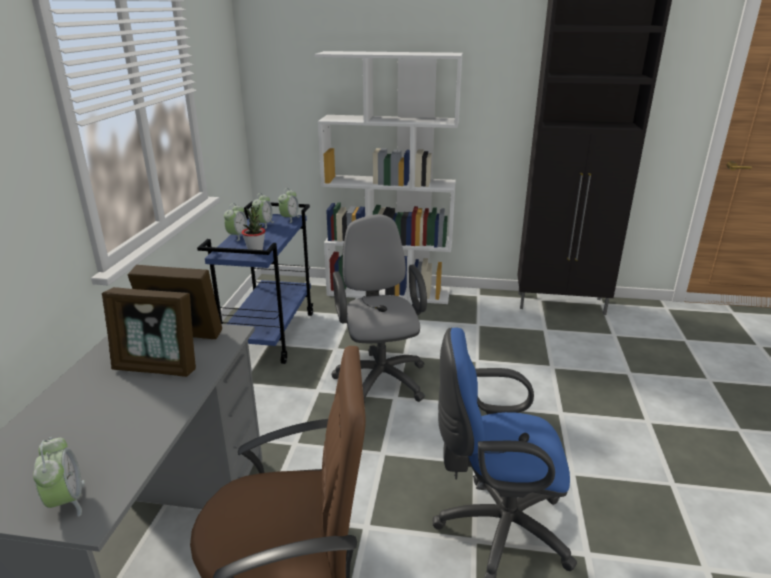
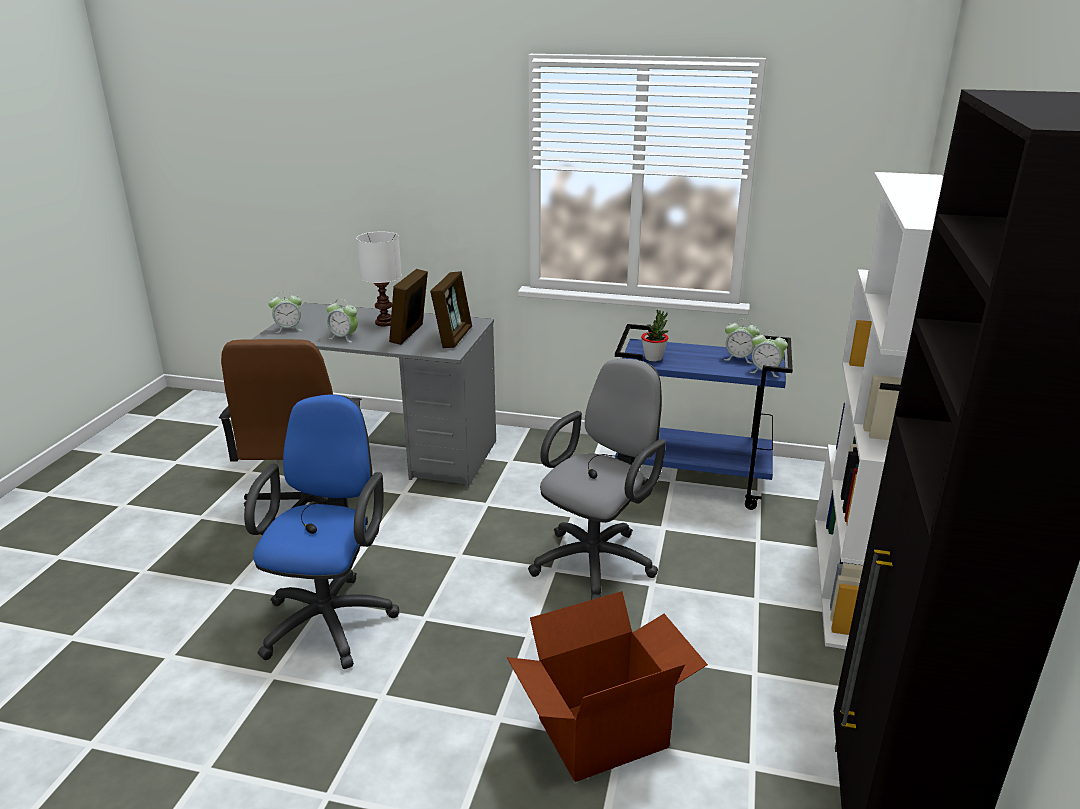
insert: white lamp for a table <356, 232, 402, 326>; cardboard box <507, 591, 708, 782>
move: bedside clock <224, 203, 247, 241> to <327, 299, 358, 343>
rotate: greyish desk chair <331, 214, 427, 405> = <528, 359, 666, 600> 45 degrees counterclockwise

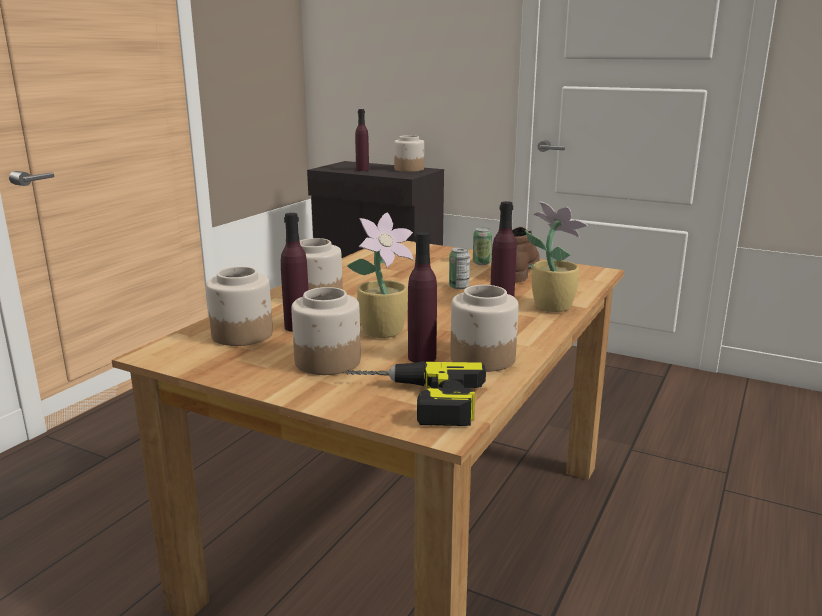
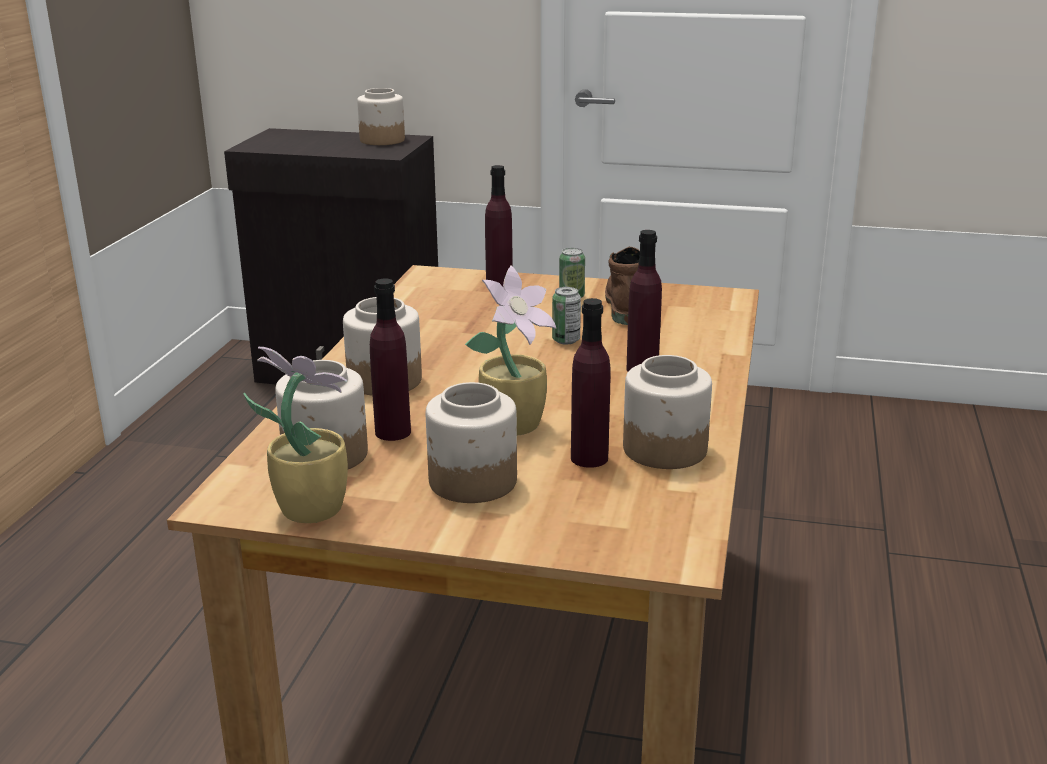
delete: electric drill <346, 361, 486, 426>
move: purplish bottle <355, 109, 369, 171> to <485, 165, 513, 287>; houseplant <525, 201, 588, 312> to <244, 347, 348, 523>

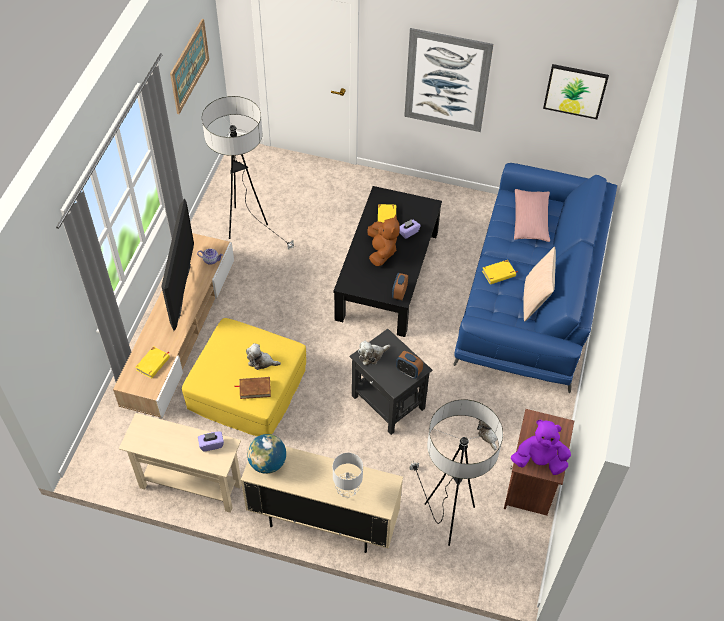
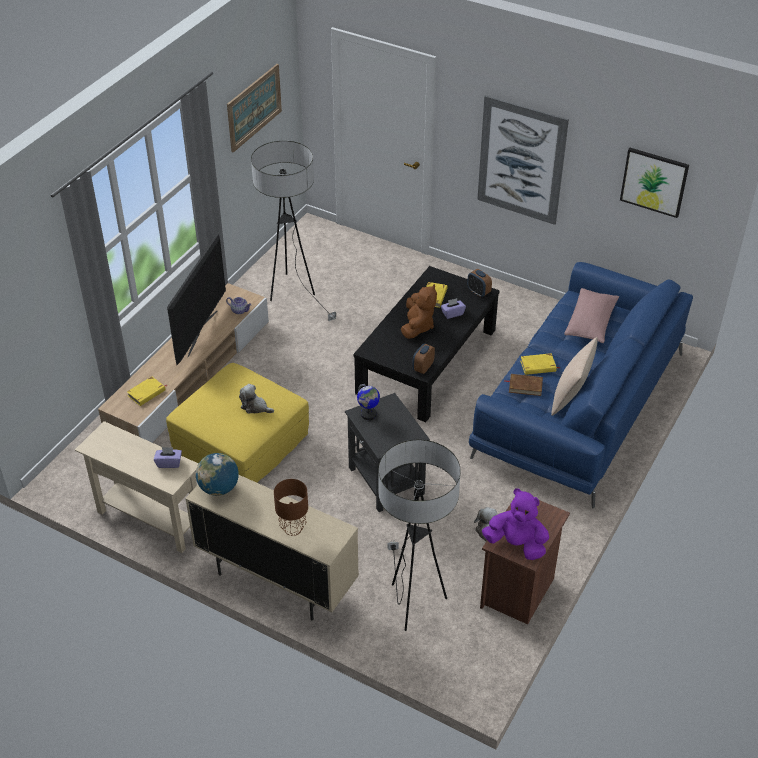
move: brown volume <235, 377, 271, 399> to <504, 374, 543, 396>; bedside clock <396, 351, 423, 379> to <467, 269, 492, 297>
replace: plush toy <358, 341, 390, 365> to globe <357, 384, 380, 420>
recolor: greyish lamp for a table <333, 453, 363, 498> to brown lamp for a table <274, 479, 308, 536>

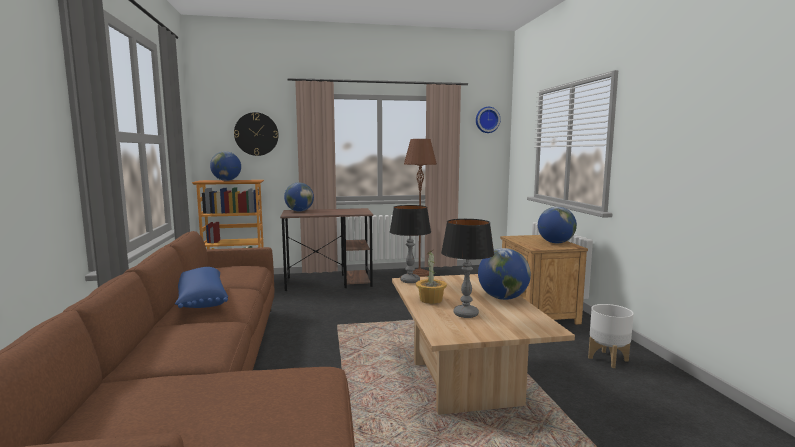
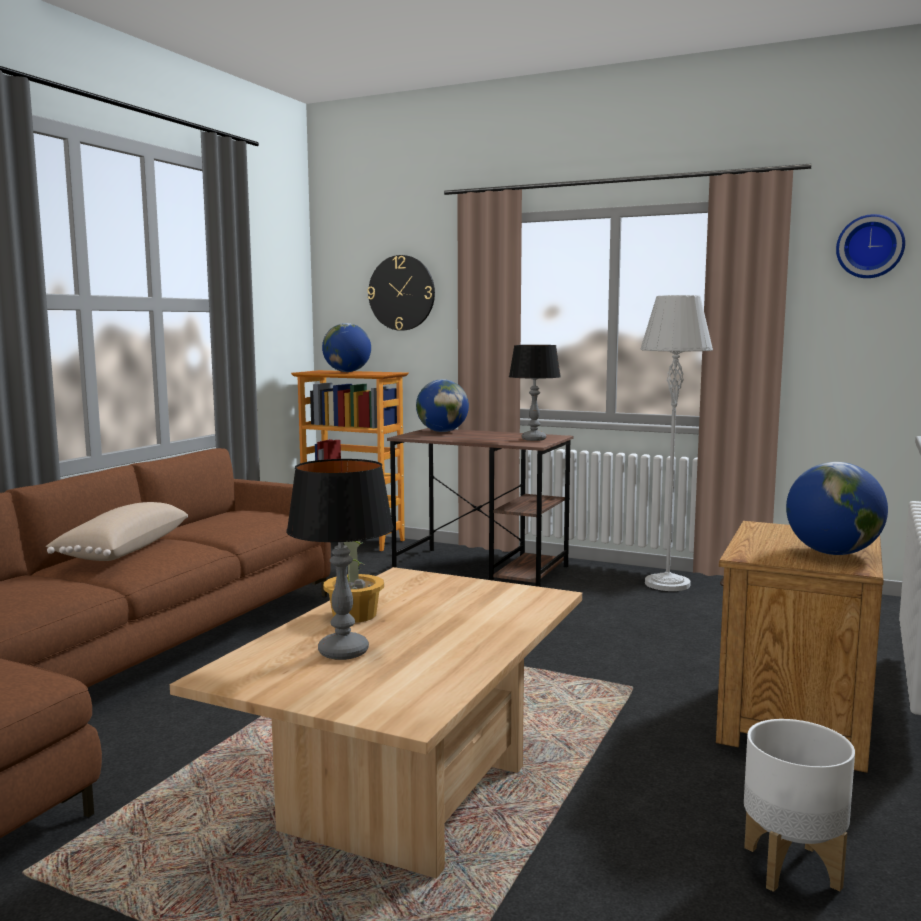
delete: globe <478, 248, 531, 300>
move: lamp for a table <390, 205, 431, 283> to <509, 345, 561, 441>
recolor: blue pillow <175, 267, 228, 308> to sand-coloured pillow <46, 502, 188, 561>; brown standard lamp <404, 139, 437, 277> to greyish standard lamp <641, 295, 713, 591>

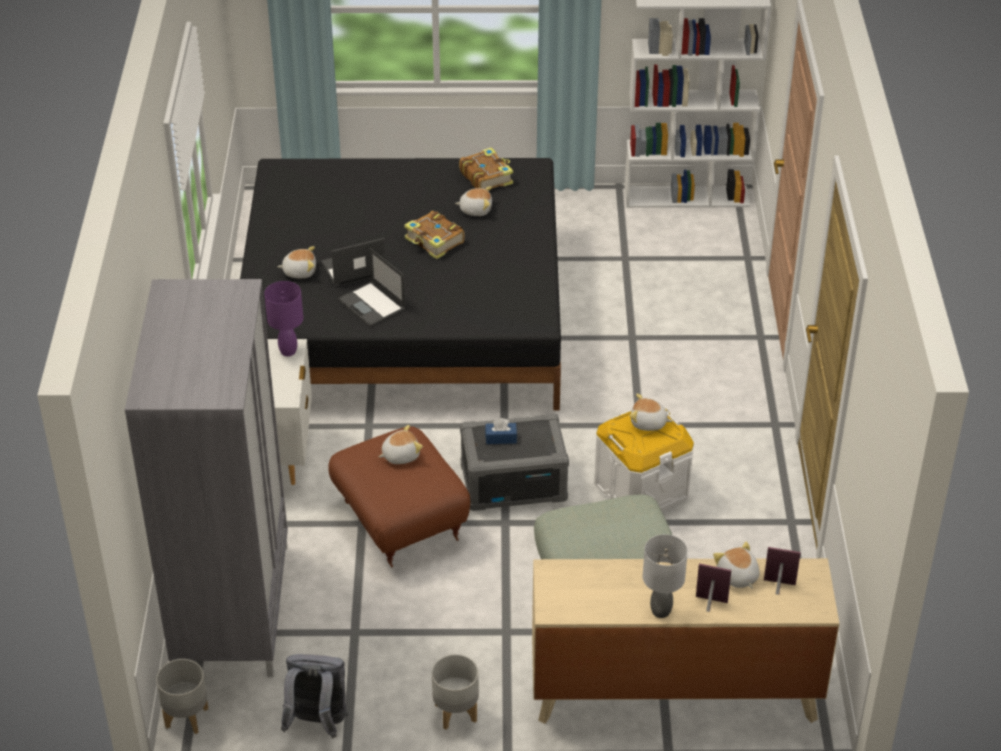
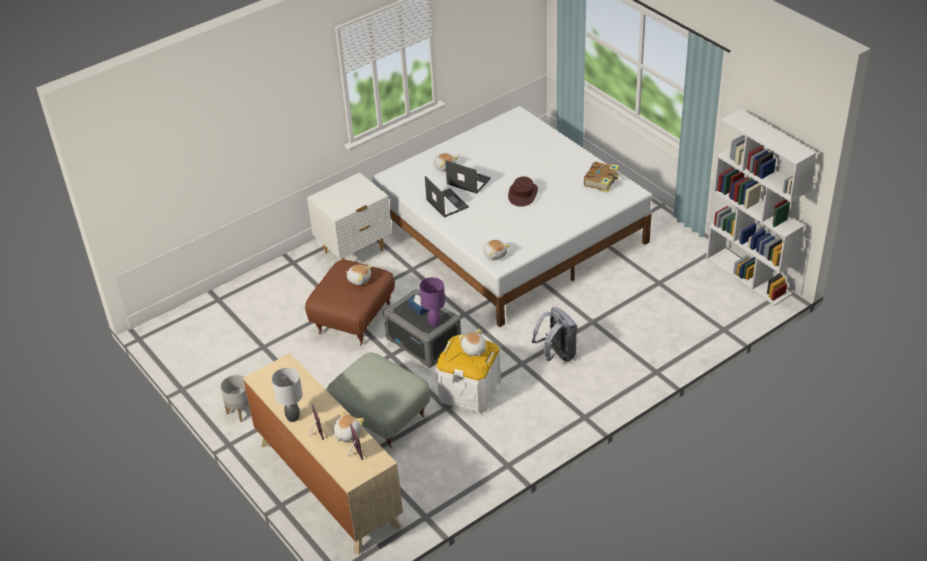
delete: greyish armoire <125, 279, 288, 677>; greyish flower pot <156, 659, 208, 734>
move: purplish lamp for a table <264, 281, 303, 356> to <420, 277, 445, 327>; greyish rucksack <281, 654, 348, 739> to <532, 307, 578, 362>; plush toy <455, 186, 492, 216> to <483, 240, 510, 260>
replace: volume <404, 211, 465, 259> to brown wearable hat <508, 177, 538, 207>
recolor: black-coloured bedroom bed <240, 158, 561, 410> to white bedroom bed <372, 106, 652, 328>
rotate: laptop <338, 248, 406, 327> = <425, 176, 469, 218> 135 degrees clockwise

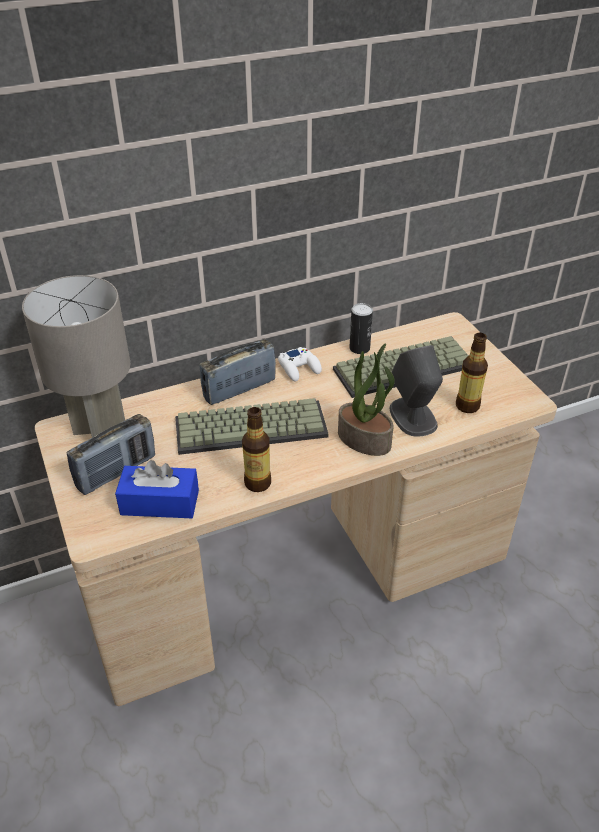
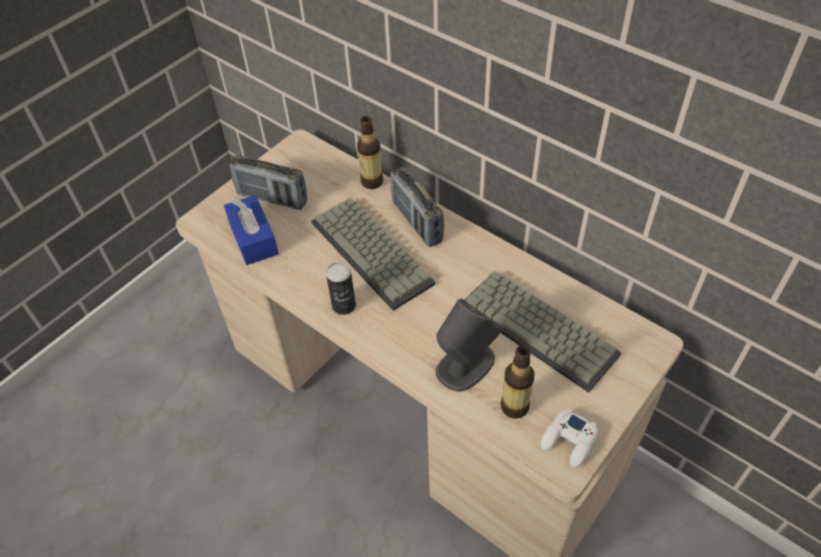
delete: greyish lamp for a table <22, 275, 130, 437>; houseplant <338, 344, 395, 456>
move: bottle <242, 407, 271, 492> to <357, 116, 383, 189>; white game controller <278, 347, 322, 382> to <541, 409, 598, 468>; sealed can <349, 303, 373, 354> to <326, 262, 356, 315>
rotate: radio receiver <200, 339, 276, 405> = <390, 167, 444, 247> 150 degrees counterclockwise

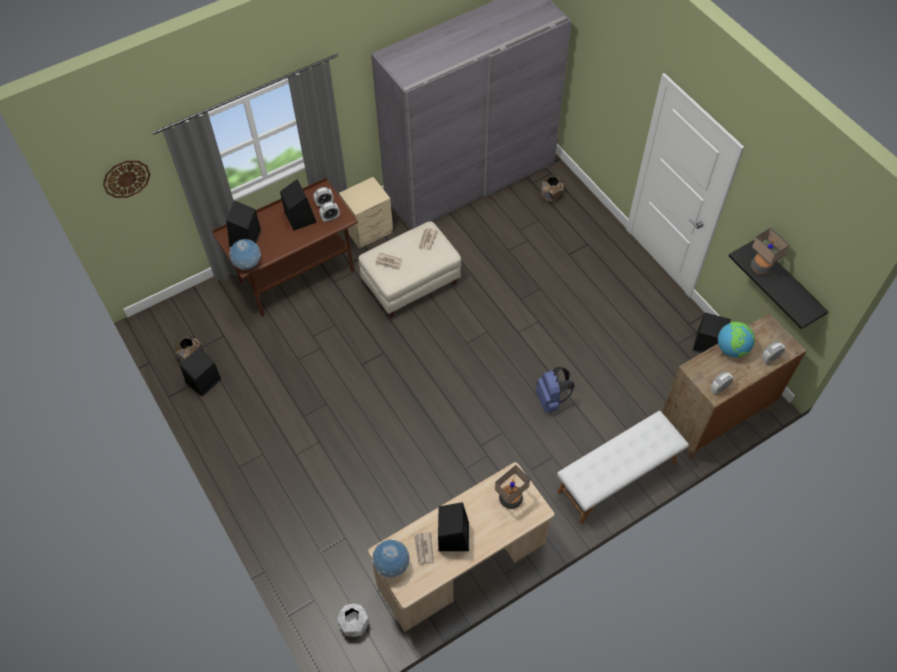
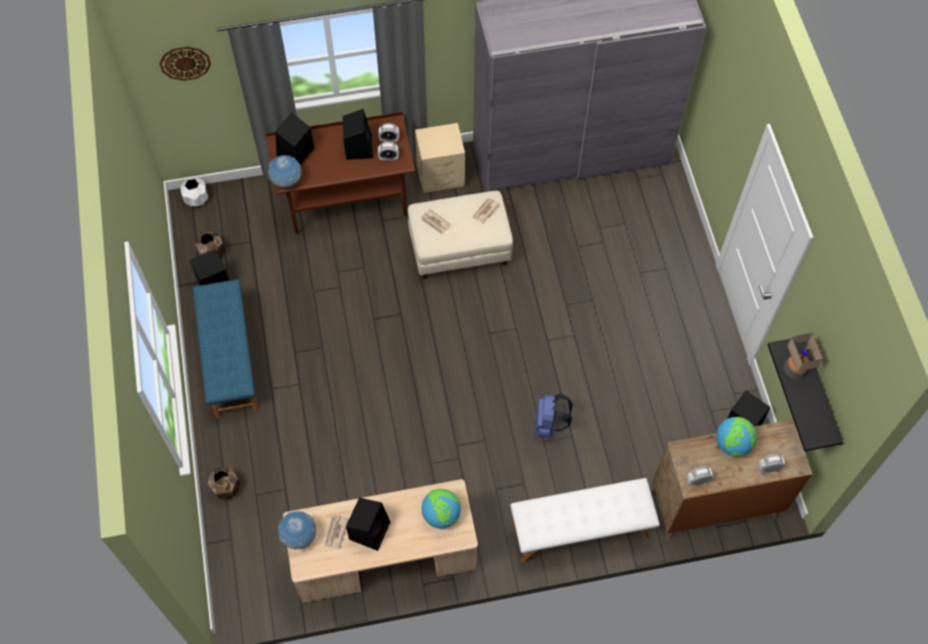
insert: blue bench <193, 279, 258, 418>
move: white flower pot <337, 603, 369, 637> to <180, 178, 208, 207>; brown flower pot <541, 177, 564, 201> to <208, 467, 240, 500>
replace: lamp for a table <495, 465, 530, 509> to globe <421, 488, 461, 528>

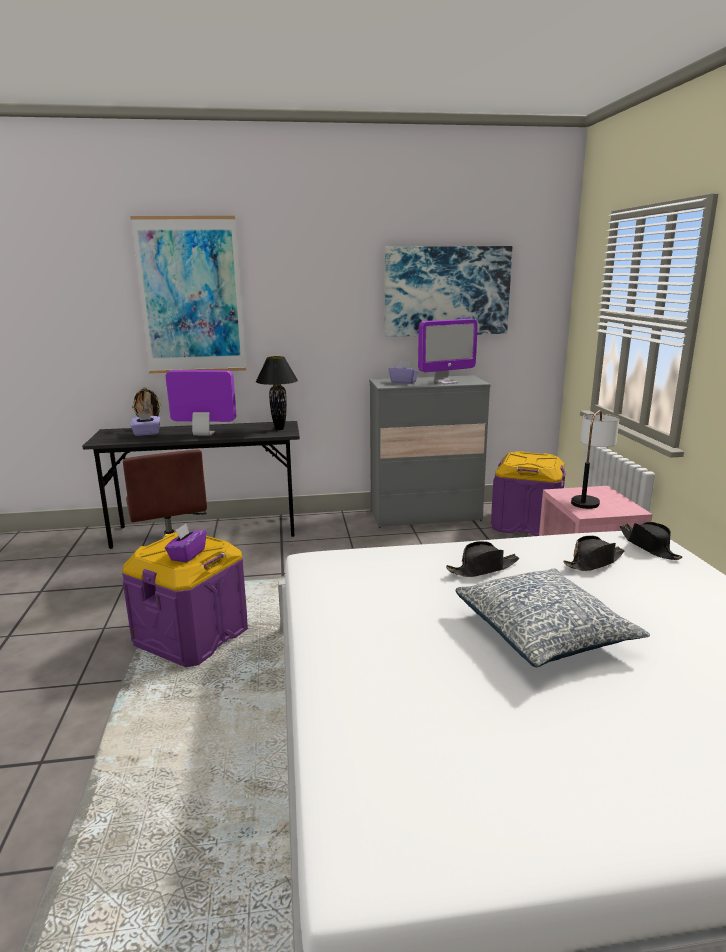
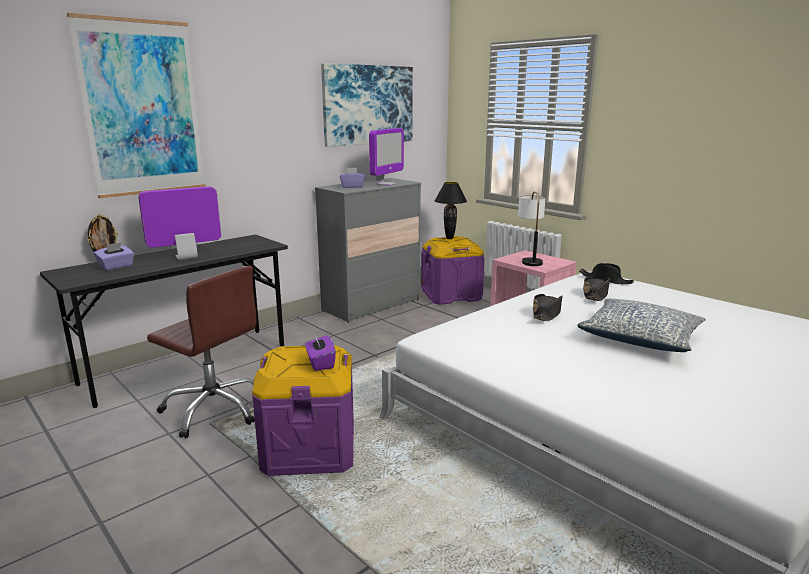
move: black-coloured lamp for a table <256, 356, 298, 430> to <435, 182, 467, 239>

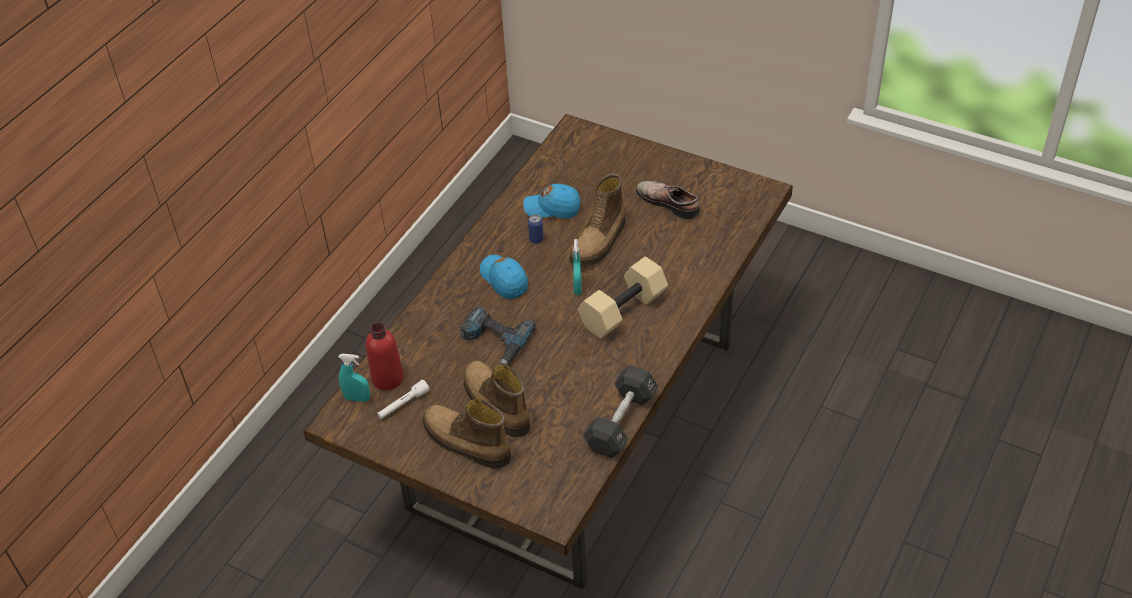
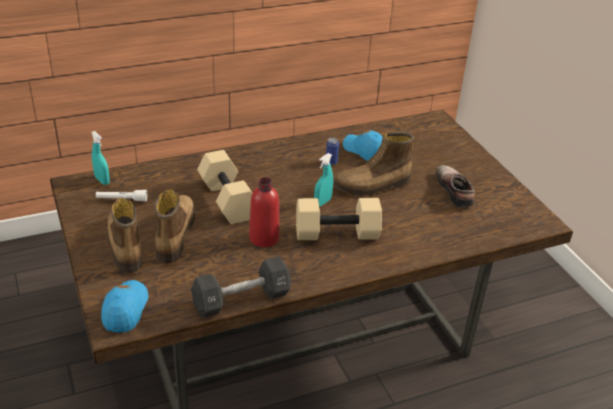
move: reddish bottle <366, 322, 404, 390> to <249, 177, 280, 247>; blue peaked cap <480, 255, 528, 299> to <101, 280, 149, 333>
replace: electric drill <459, 306, 536, 365> to sand-coloured hand weight <197, 150, 252, 224>

